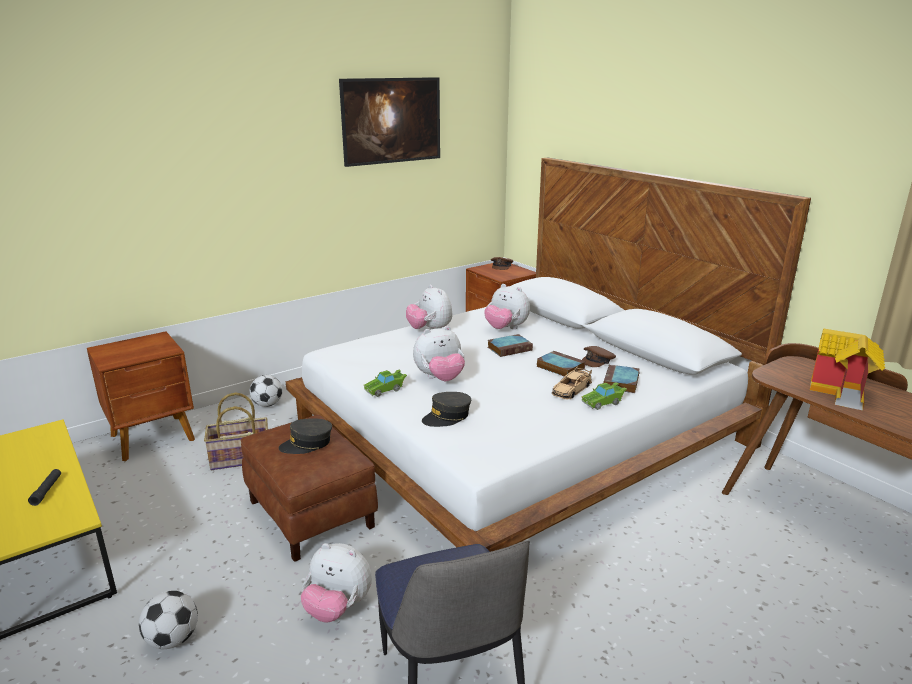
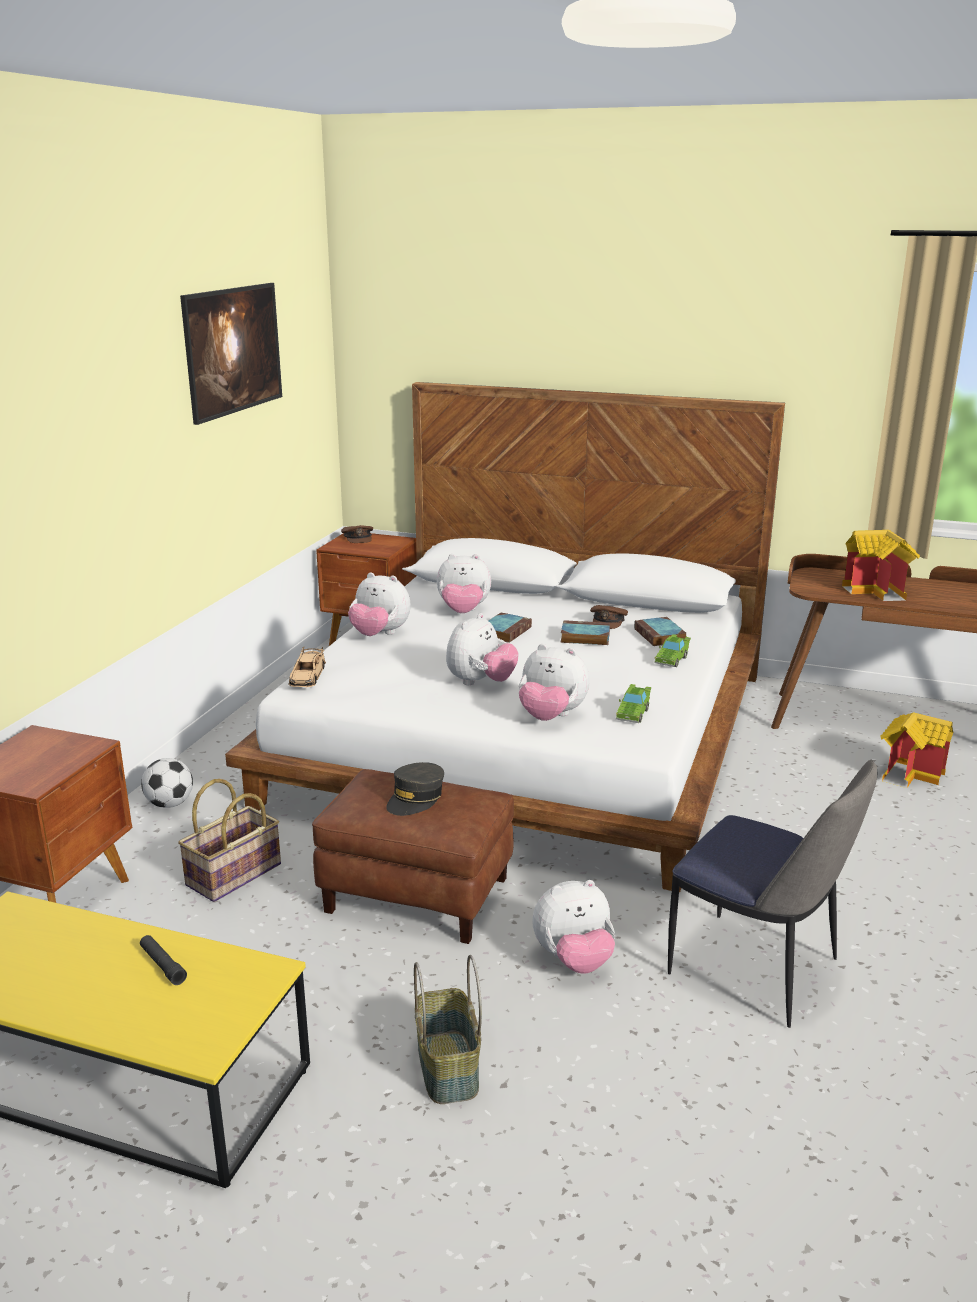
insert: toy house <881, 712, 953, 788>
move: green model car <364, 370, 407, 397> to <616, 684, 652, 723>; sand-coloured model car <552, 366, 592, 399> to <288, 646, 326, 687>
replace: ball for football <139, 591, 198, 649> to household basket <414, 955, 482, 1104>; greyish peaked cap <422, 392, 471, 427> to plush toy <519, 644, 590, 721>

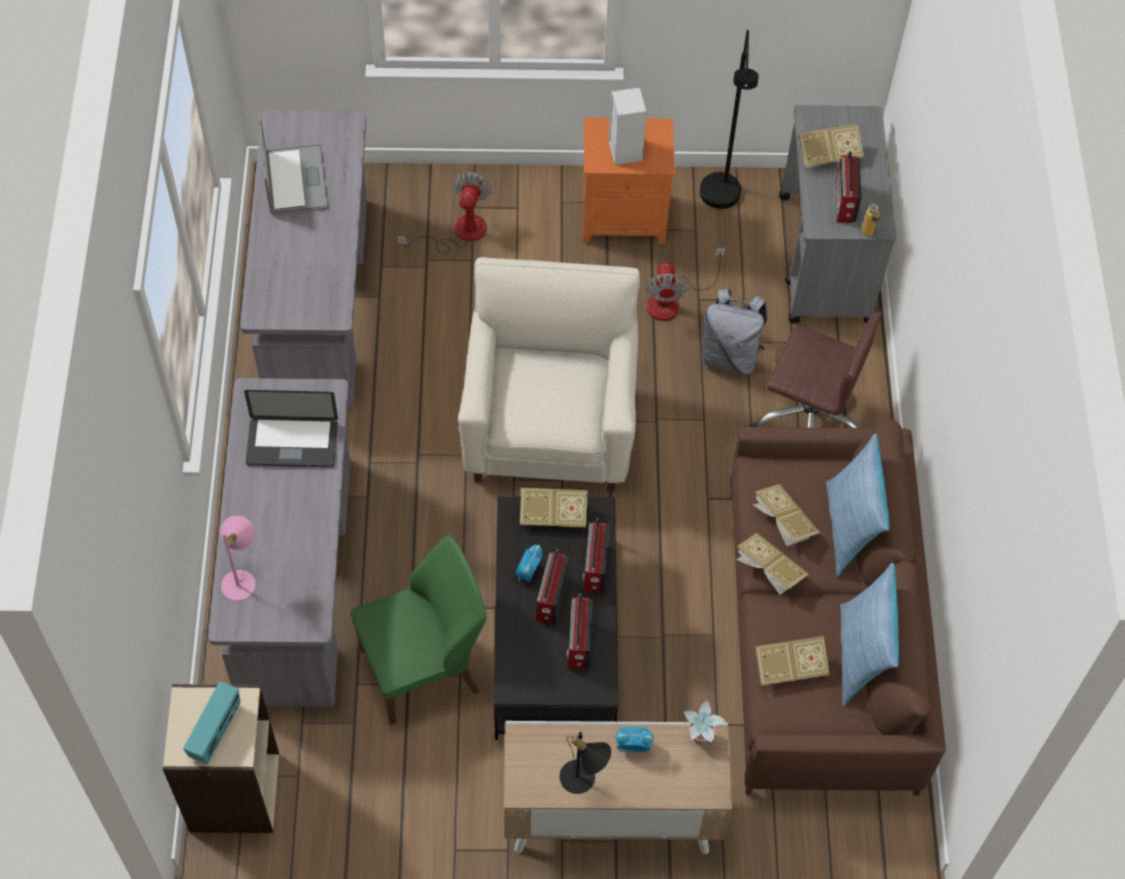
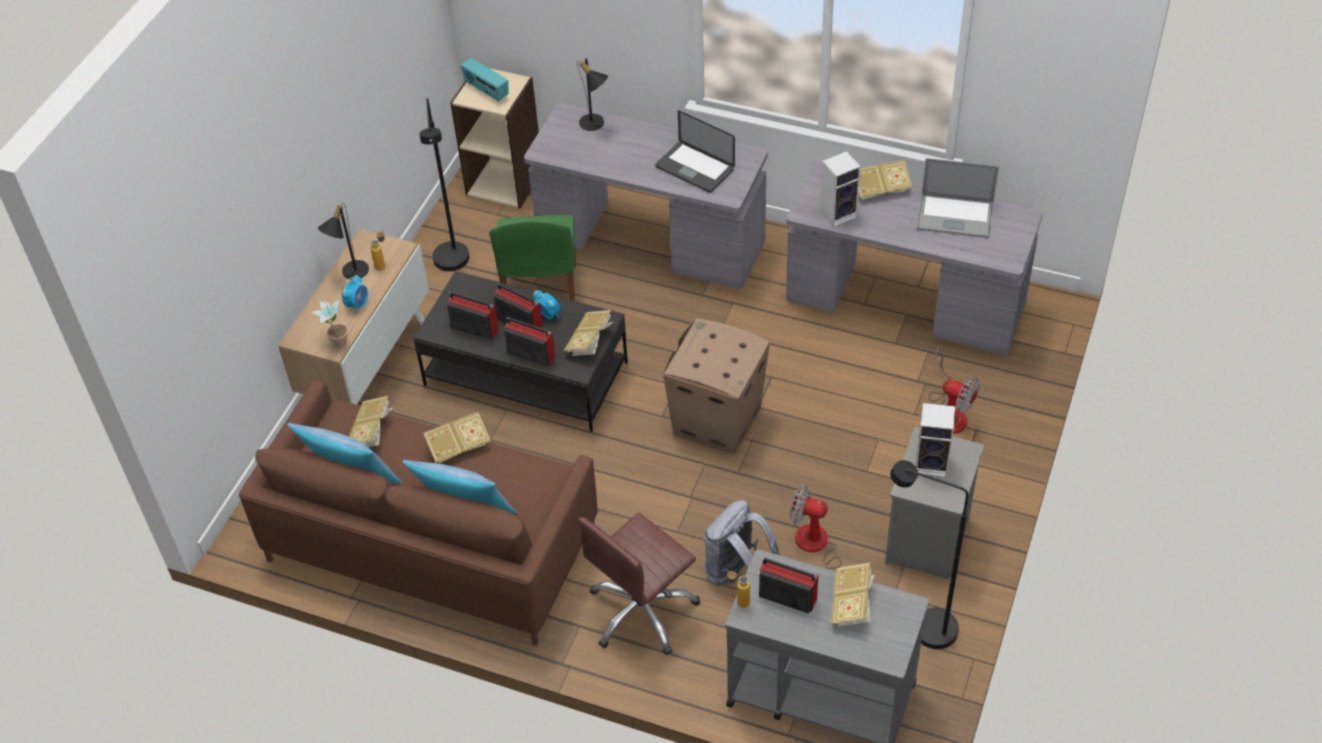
insert: bottle <371, 230, 385, 270>; black-coloured standard lamp <419, 98, 469, 271>; audio speaker <820, 151, 861, 227>
move: volume <753, 484, 820, 546> to <859, 160, 912, 200>
replace: sand-coloured easy chair <458, 257, 640, 492> to cardboard box <663, 318, 770, 455>
recolor: pink lamp for a table <220, 515, 256, 601> to black-coloured lamp for a table <577, 58, 608, 131>; orangey night table <583, 118, 675, 244> to greyish night table <885, 427, 984, 580>
rotate: laptop <244, 390, 338, 467> = <655, 110, 735, 193> 75 degrees counterclockwise

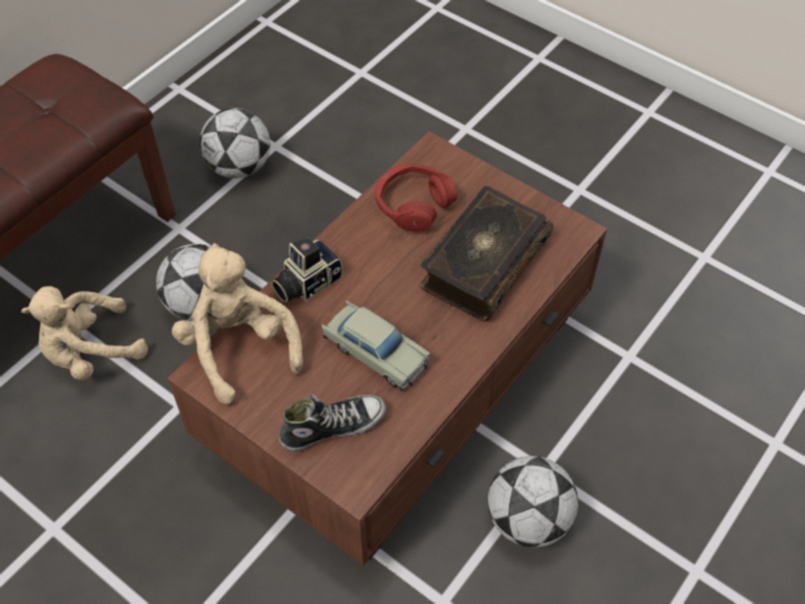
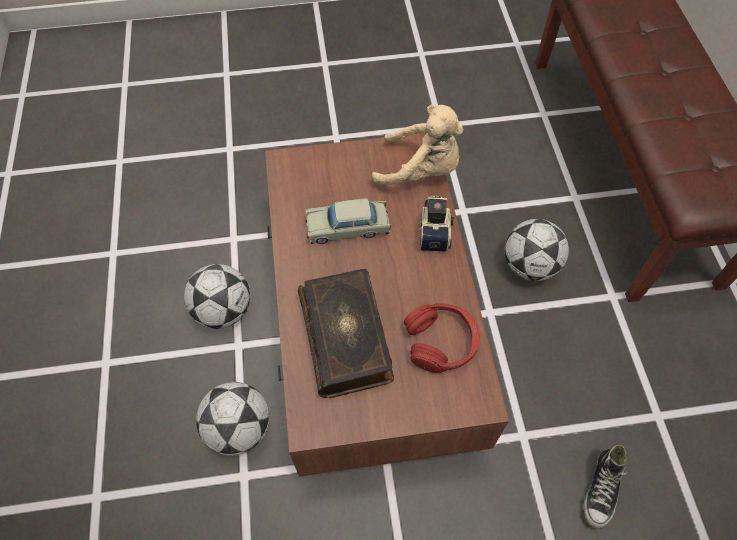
delete: sand-coloured plush toy <21, 286, 148, 380>
move: ball for football <199, 108, 270, 179> to <196, 382, 269, 456>; shoe <279, 394, 386, 452> to <584, 444, 627, 529>

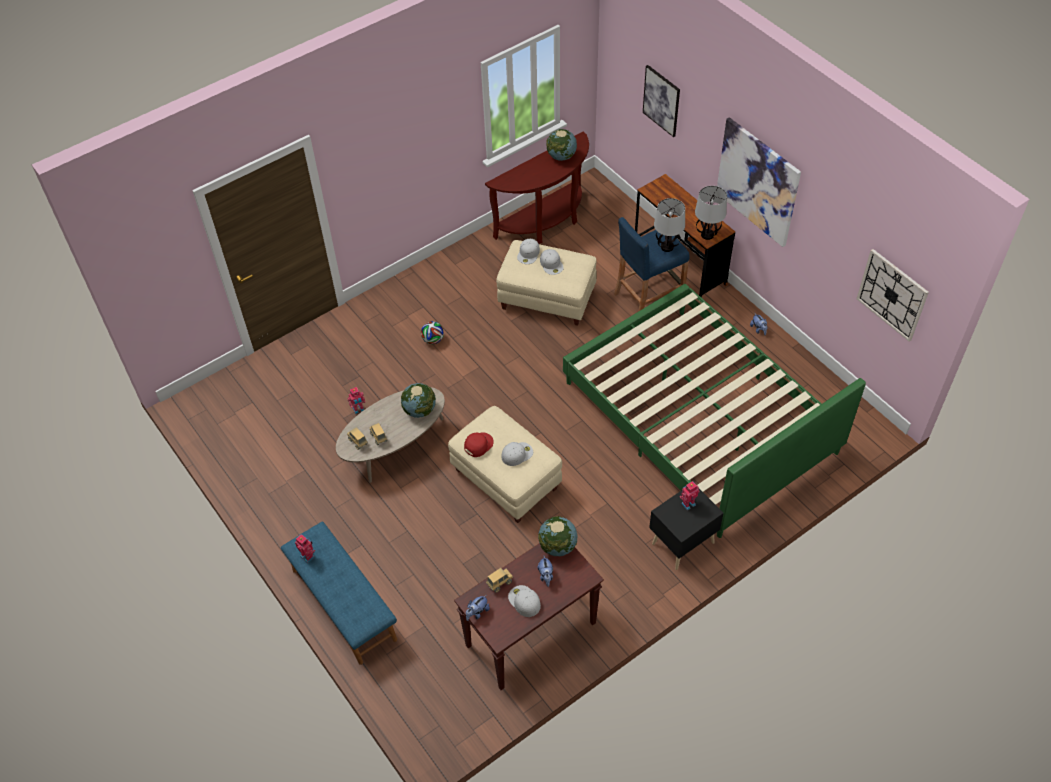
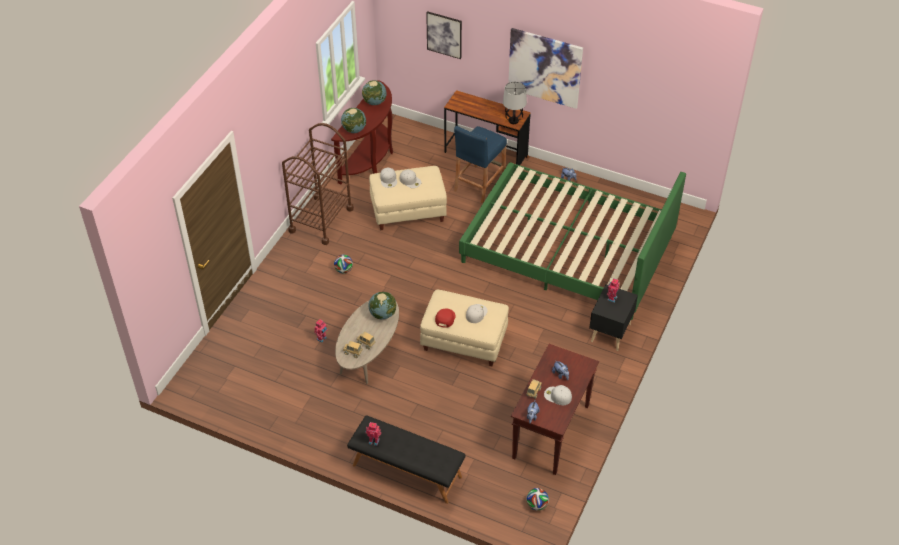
delete: lamp for a table <654, 198, 685, 252>; clock on the wall <857, 249, 929, 342>
insert: brown wheeled cart <282, 123, 354, 245>; ball for football <526, 488, 549, 511>
move: globe <538, 516, 578, 556> to <341, 108, 366, 133>
recolor: blue bench <281, 522, 397, 665> to black-coloured bench <347, 415, 466, 504>

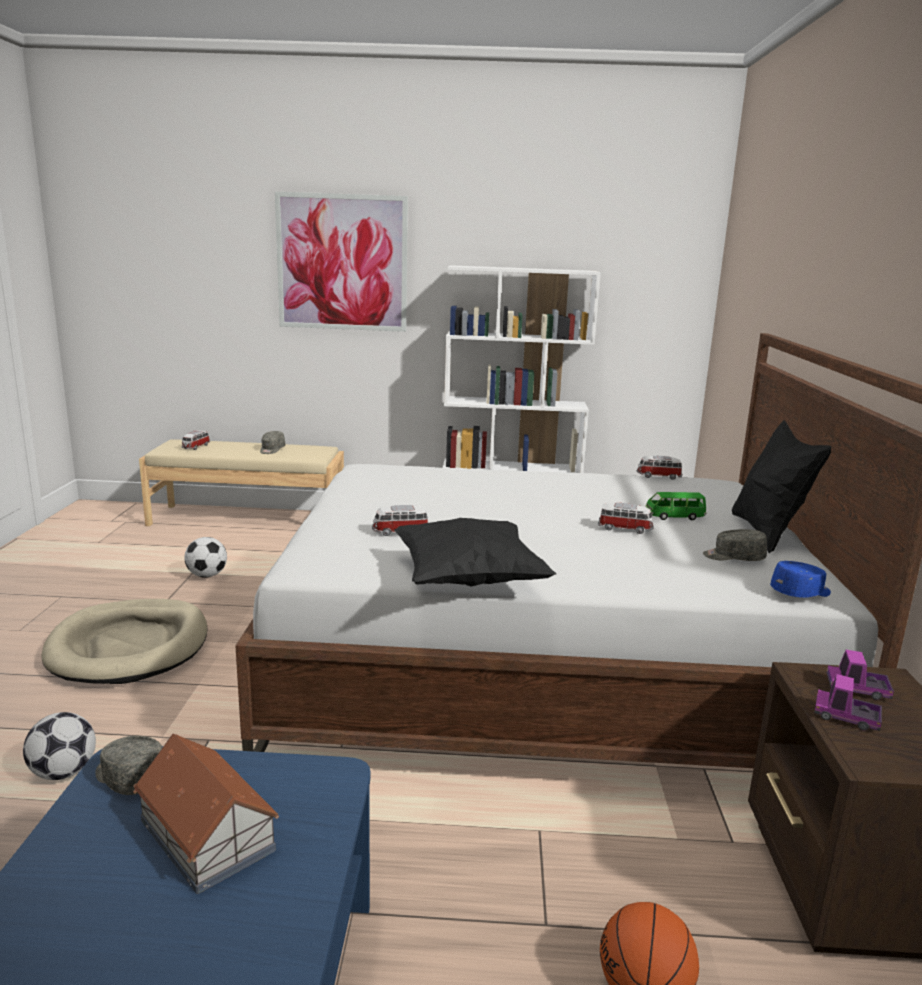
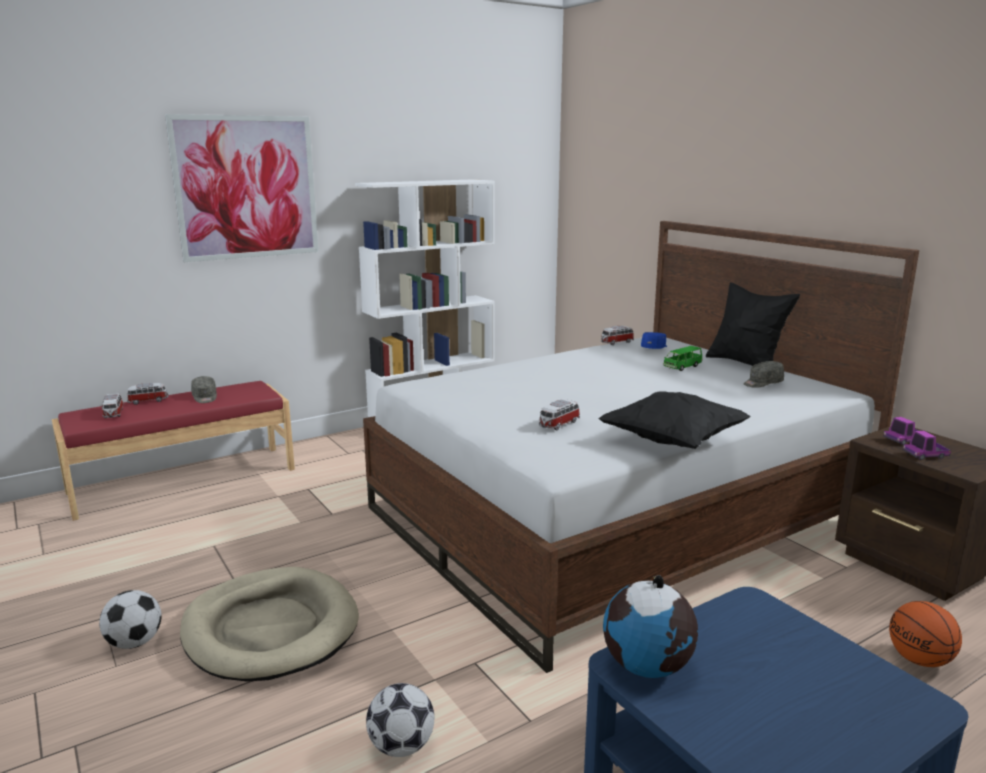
delete: toy house <133, 734, 279, 894>
move: ball for football <185, 537, 227, 578> to <99, 590, 162, 649>; model car <598, 503, 654, 534> to <127, 383, 169, 405>; blue peaked cap <770, 561, 831, 598> to <641, 332, 667, 349>
replace: greyish peaked cap <95, 736, 162, 795> to globe <603, 575, 698, 678>
recolor: sand-coloured bench <139, 439, 344, 526> to reddish bench <52, 381, 295, 521>

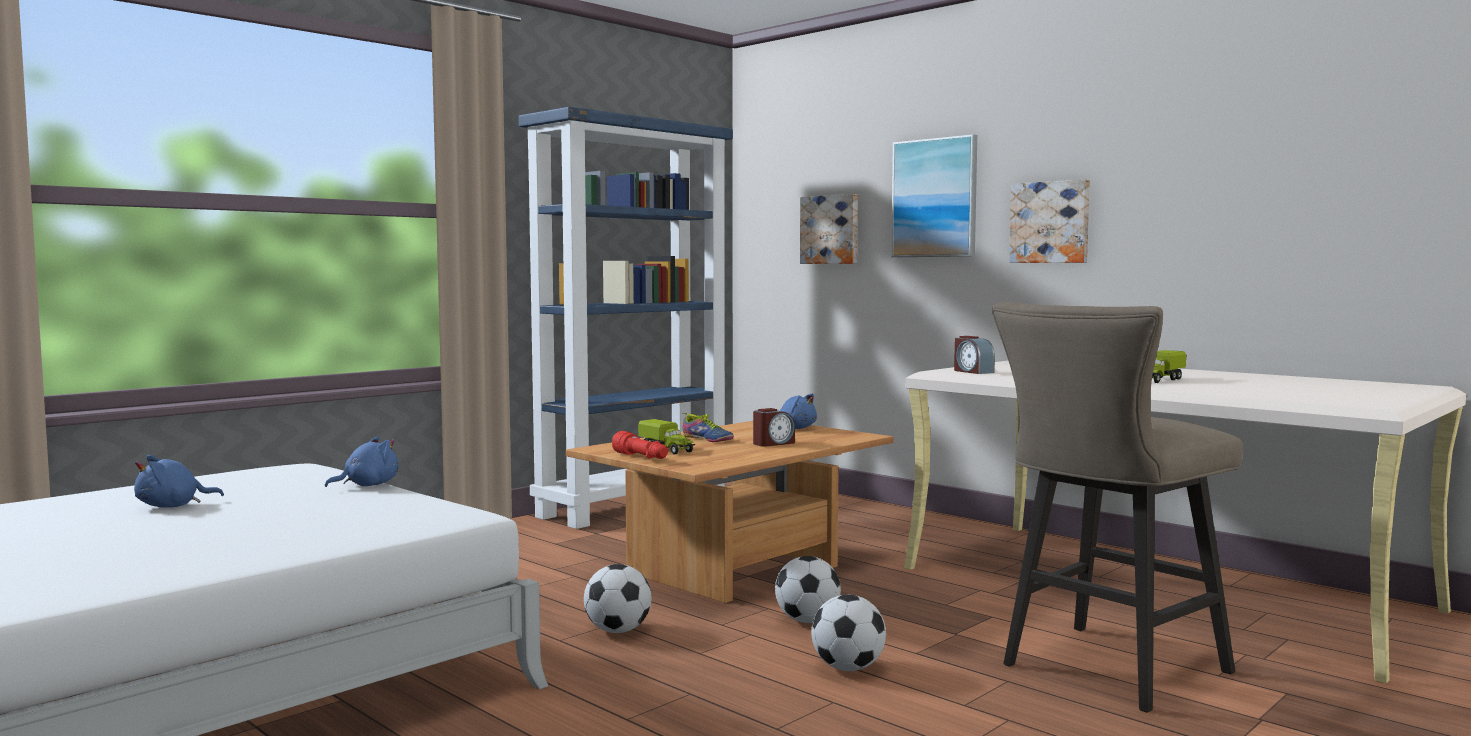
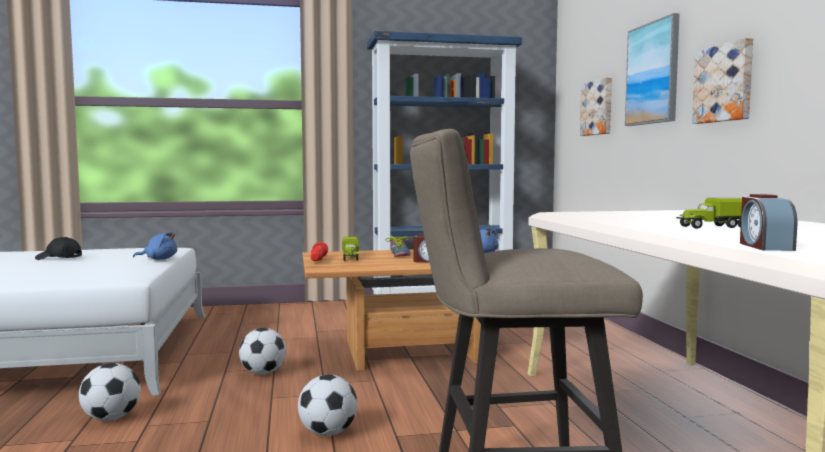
move: ball for football <775, 556, 841, 623> to <79, 363, 141, 421>; bedside clock <954, 336, 995, 374> to <740, 194, 797, 251>
replace: blue plush toy <134, 455, 224, 508> to black-coloured peaked cap <35, 237, 82, 260>

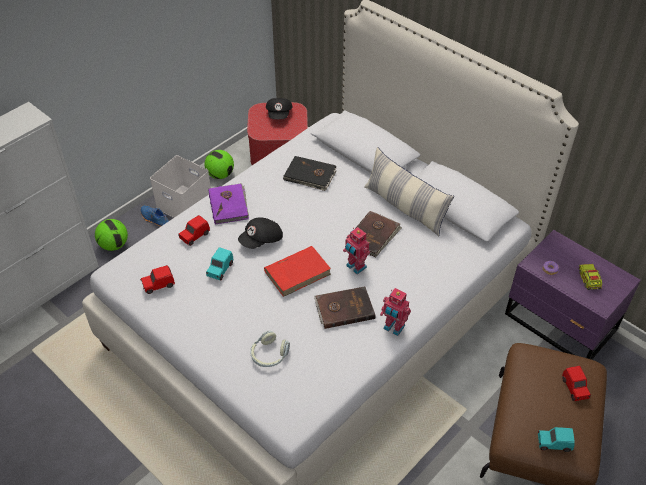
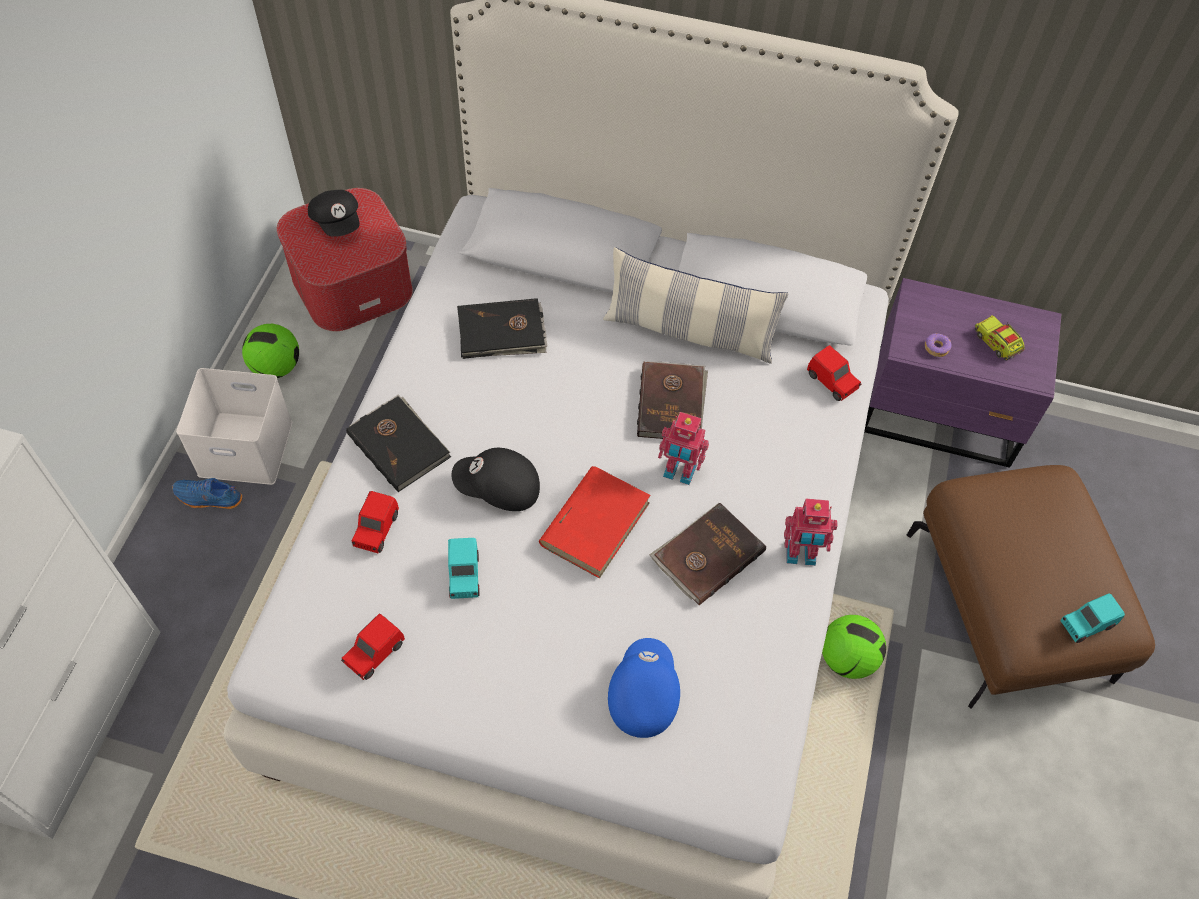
move: ball for football <95, 219, 128, 251> to <822, 615, 886, 679>; reddish model car <562, 366, 591, 401> to <807, 345, 861, 401>
replace: pair of headphones <250, 331, 290, 367> to blue peaked cap <608, 638, 680, 738>
recolor: purplish volume <208, 183, 249, 225> to black-coloured volume <346, 395, 451, 492>
rotate: black-coloured peaked cap <238, 217, 283, 249> = <452, 448, 540, 511> 75 degrees clockwise

